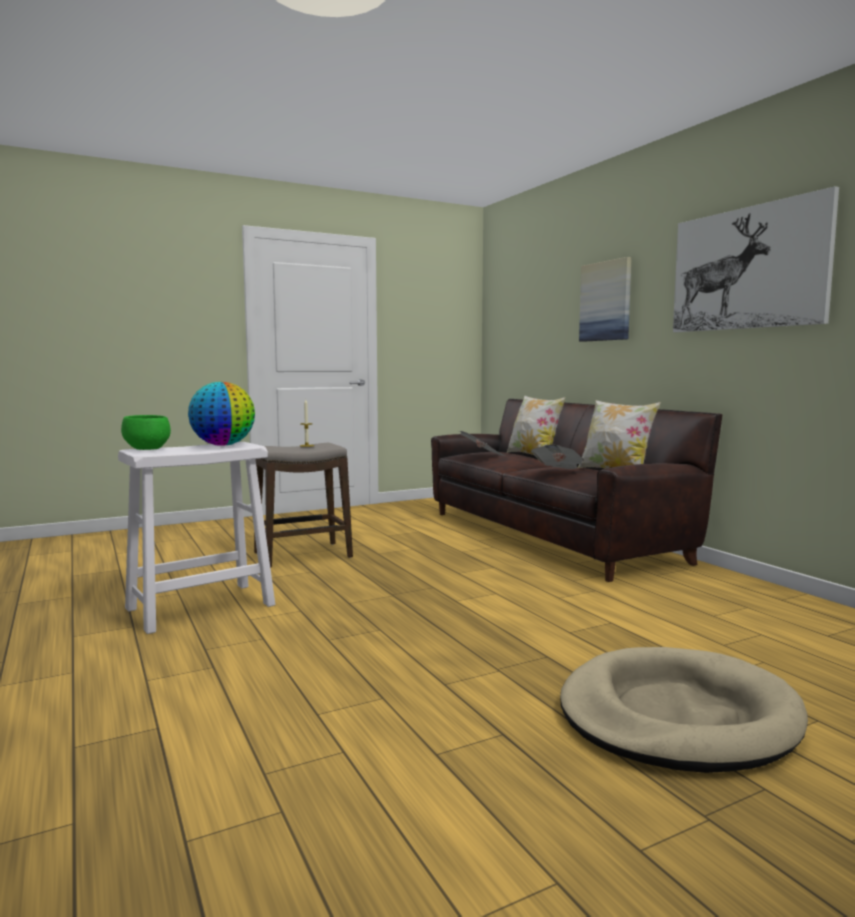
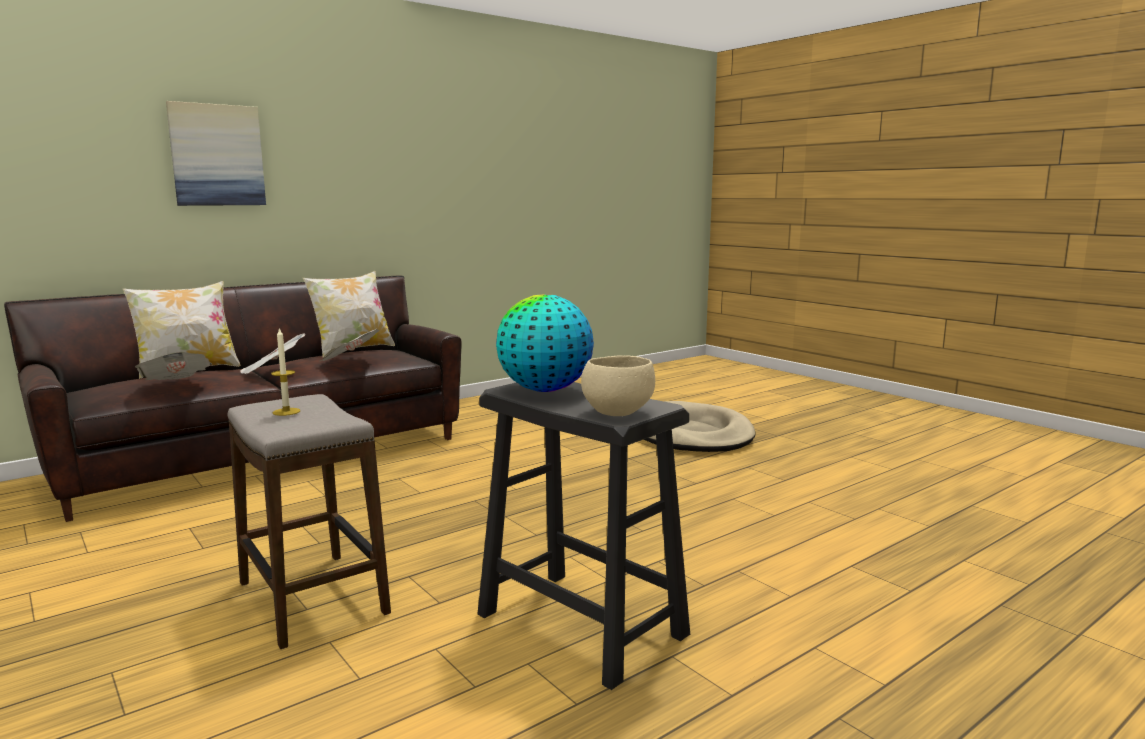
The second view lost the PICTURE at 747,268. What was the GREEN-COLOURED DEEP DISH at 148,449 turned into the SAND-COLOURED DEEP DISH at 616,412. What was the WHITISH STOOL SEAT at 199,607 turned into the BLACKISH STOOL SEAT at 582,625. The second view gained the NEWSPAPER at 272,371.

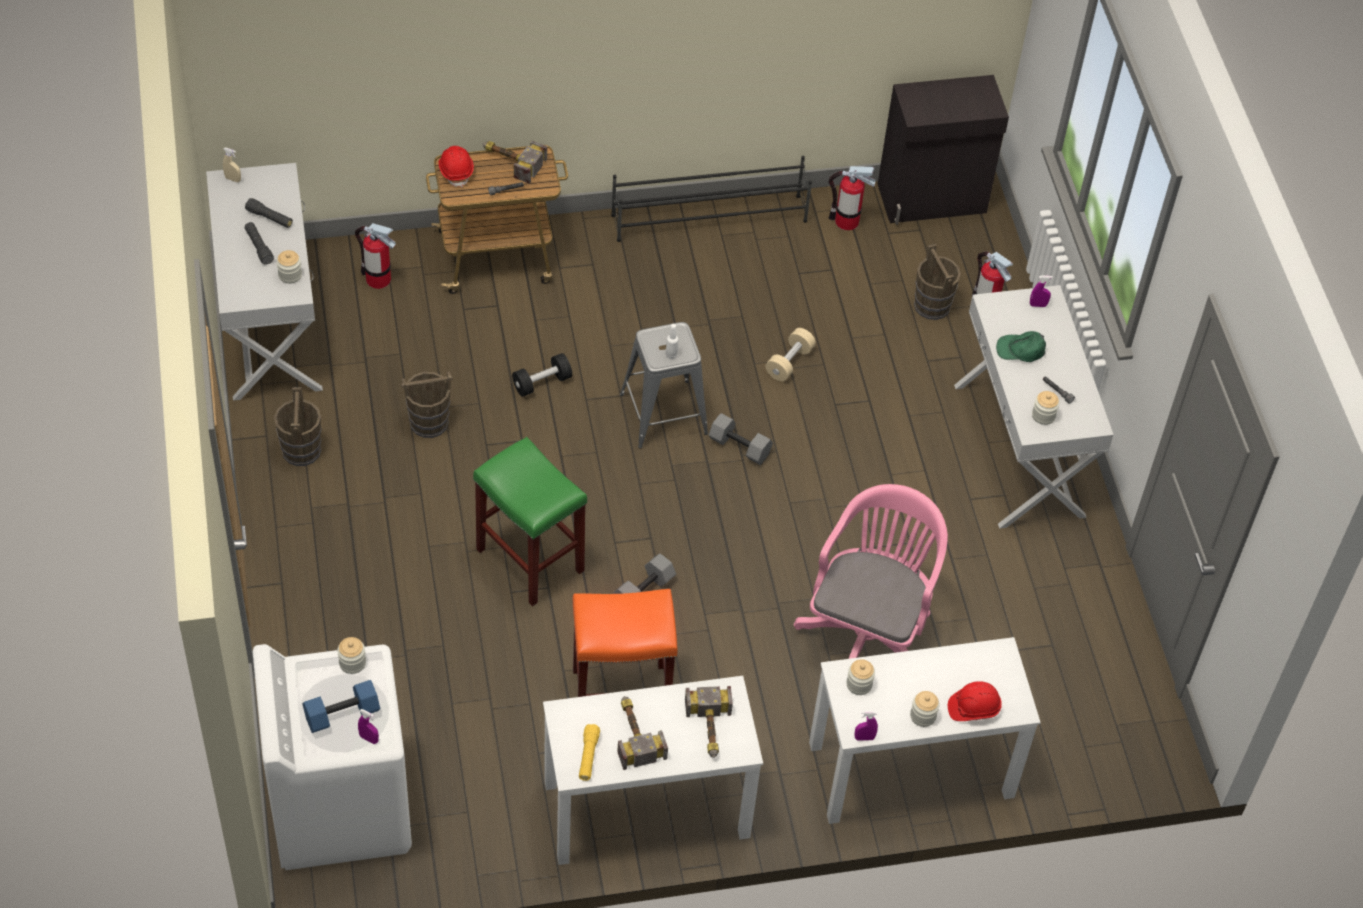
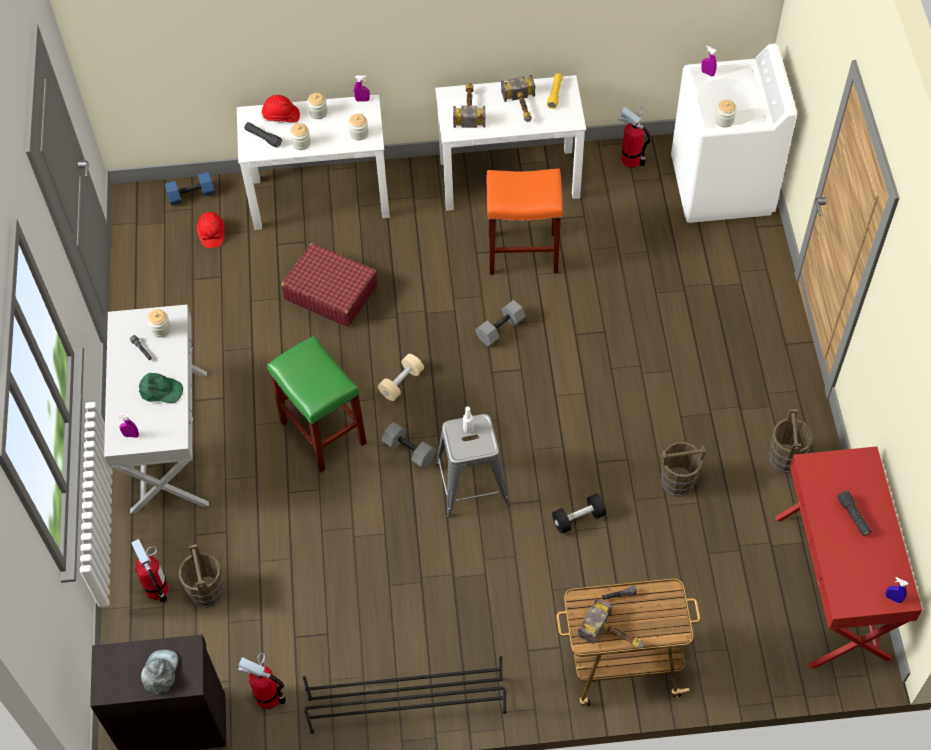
The RED SAFETY HELMET ended up elsewhere, having gone from 456,171 to 211,234. What was the SAND-COLOURED HAND SPRAYER at 233,179 turned into the BLUISH HAND SPRAYER at 893,598. What was the WHITISH CONSOLE TABLE at 269,326 turned into the RED CONSOLE TABLE at 832,586. The BLACKISH FLASHLIGHT ended up elsewhere, having gone from 269,218 to 263,138. The EXTINGUISHER ended up elsewhere, having gone from 378,279 to 631,160. The JAR ended up elsewhere, having gone from 290,275 to 301,143. The SAND-COLOURED HAND WEIGHT ended up elsewhere, having gone from 789,362 to 401,383. The GREEN-COLOURED STOOL SEAT ended up elsewhere, having gone from 531,561 to 322,432. Where the PINK-COLOURED OFFICE CHAIR stood at 868,632, the RED TRAVEL CASE came to stand at 331,292. The BLUISH HAND WEIGHT ended up elsewhere, having gone from 342,715 to 191,194. The second view gained the GREYISH PEAKED CAP at 160,672.

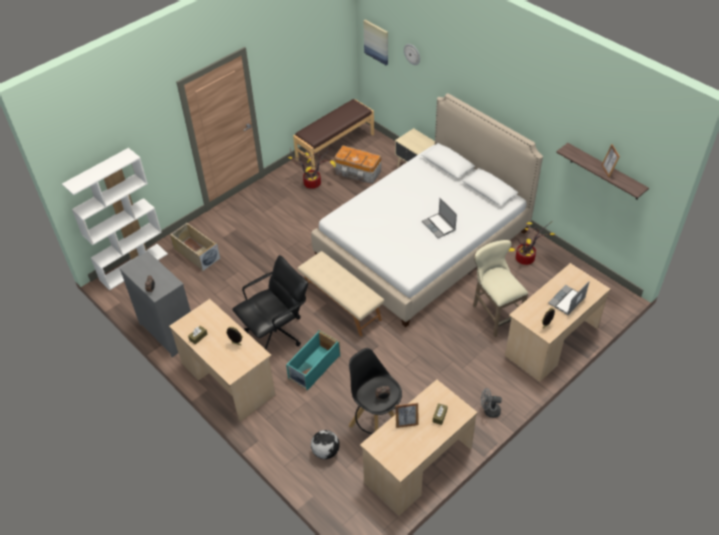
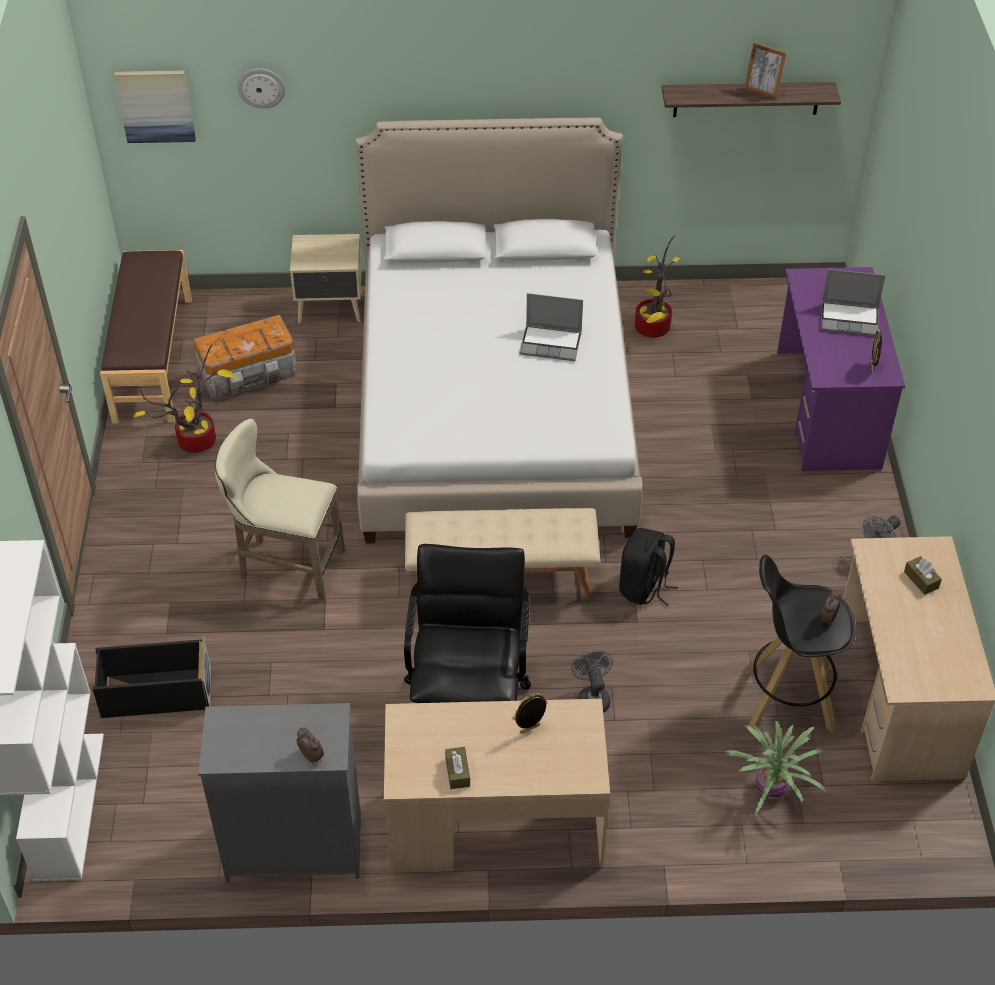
What was the SAND-COLOURED STORAGE BIN at 196,253 turned into the BLACKISH STORAGE BIN at 155,693. The SAND-COLOURED STOOL SEAT ended up elsewhere, having gone from 494,313 to 286,565. What was the SAND-COLOURED DESK at 551,342 turned into the PURPLISH DESK at 827,409. The LAPTOP at 567,301 ended up facing another way, 75 degrees counterclockwise from before. Where the BLUE-GREEN STORAGE BIN stood at 314,367, the GREYISH ELECTRIC FAN came to stand at 592,697. The second view lost the PICTURE FRAME at 406,423. Where the DESK GLOBE stood at 325,451, the HOUSEPLANT came to stand at 769,790. The second view gained the BLACKISH BACKPACK at 644,587.

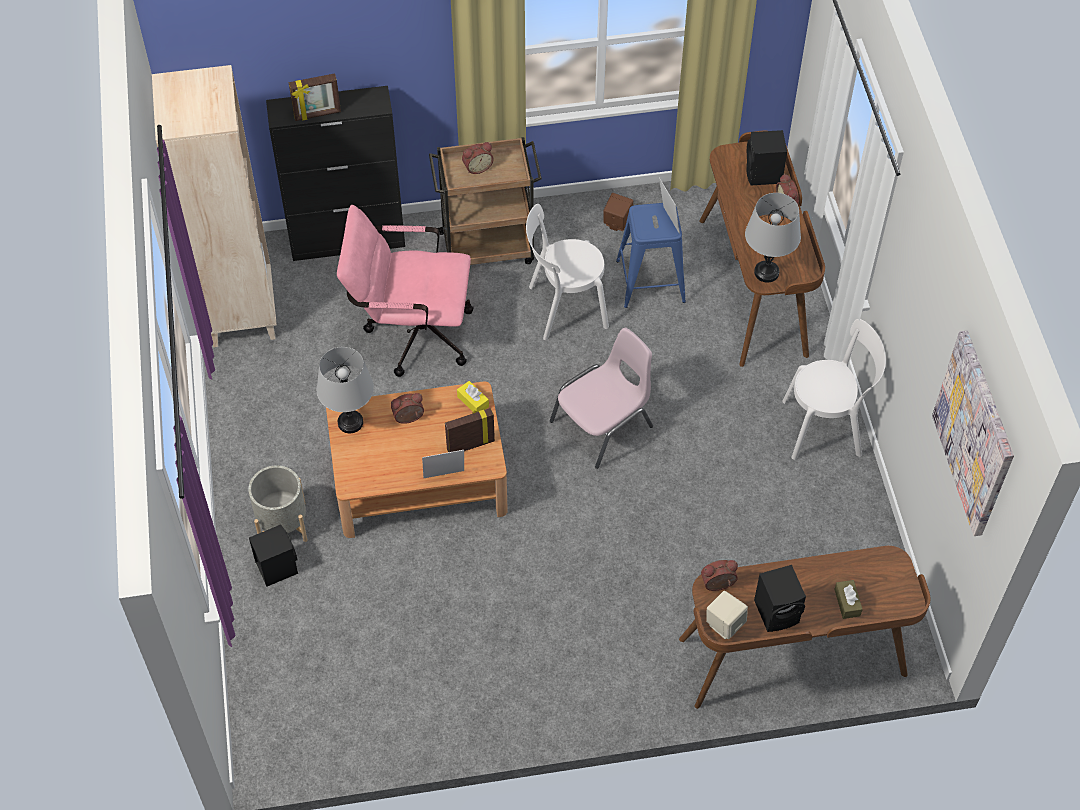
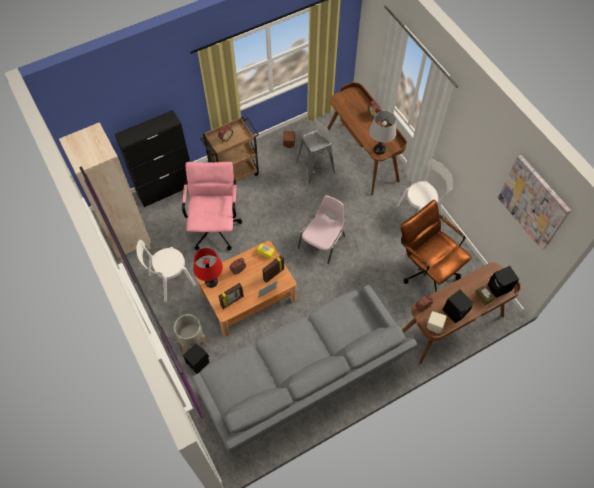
The PICTURE FRAME ended up elsewhere, having gone from 317,114 to 232,301. The BLACKISH LOUDSPEAKER ended up elsewhere, having gone from 763,175 to 499,288. What was the BLUISH STOOL SEAT at 650,281 turned into the GREYISH STOOL SEAT at 315,167. The WHITISH UPRIGHT CHAIR ended up elsewhere, having gone from 564,307 to 169,281. The PINK-COLOURED OFFICE CHAIR at 411,333 ended up facing another way, 105 degrees clockwise from before. What was the GREYISH TABLETOP LAMP at 350,422 turned into the RED TABLETOP LAMP at 211,281. The second view gained the BROWN OFFICE CHAIR at 426,268. The second view gained the GREYISH SOFA at 301,379.

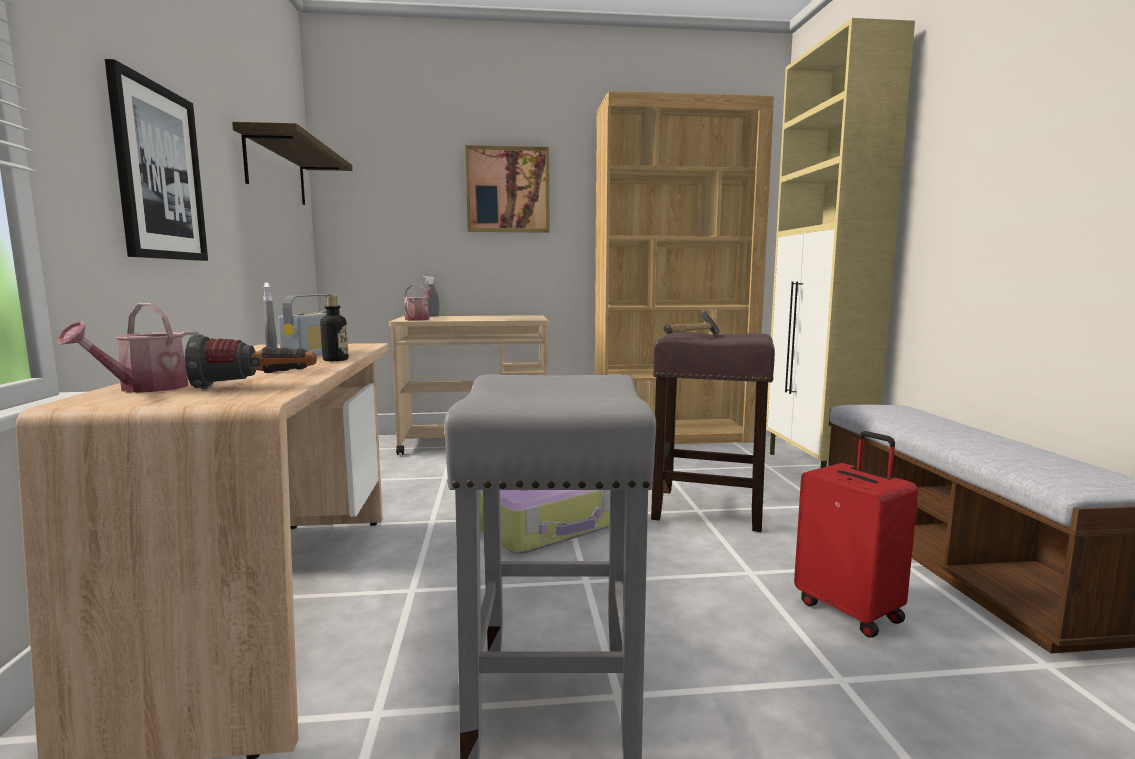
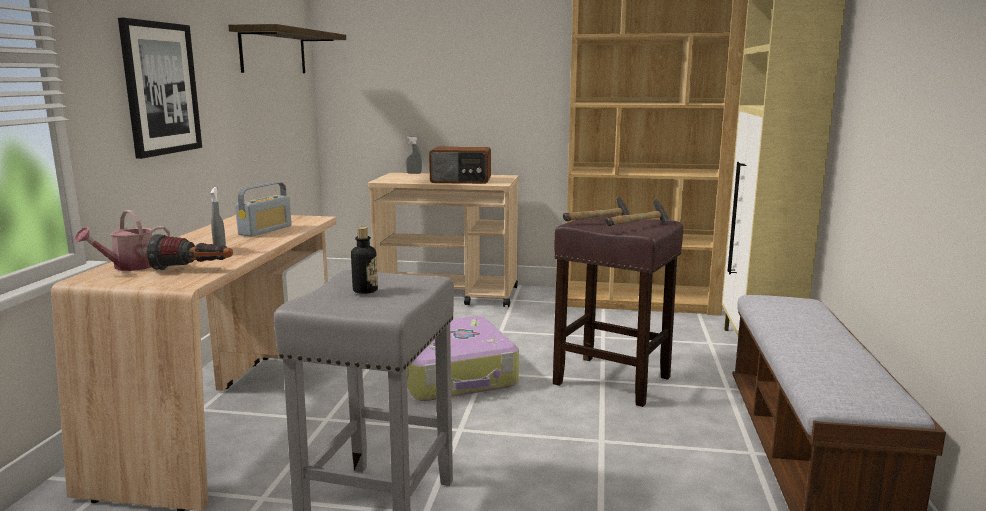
The second view lost the PICTURE at 508,190. The second view lost the WATERING POT at 419,319. The BEVERAGE BOTTLE ended up elsewhere, having gone from 335,360 to 365,290. The second view lost the RED TRAVEL CASE at 850,610. The second view gained the RADIO SET at 461,181. The second view gained the HAMMER at 638,226.

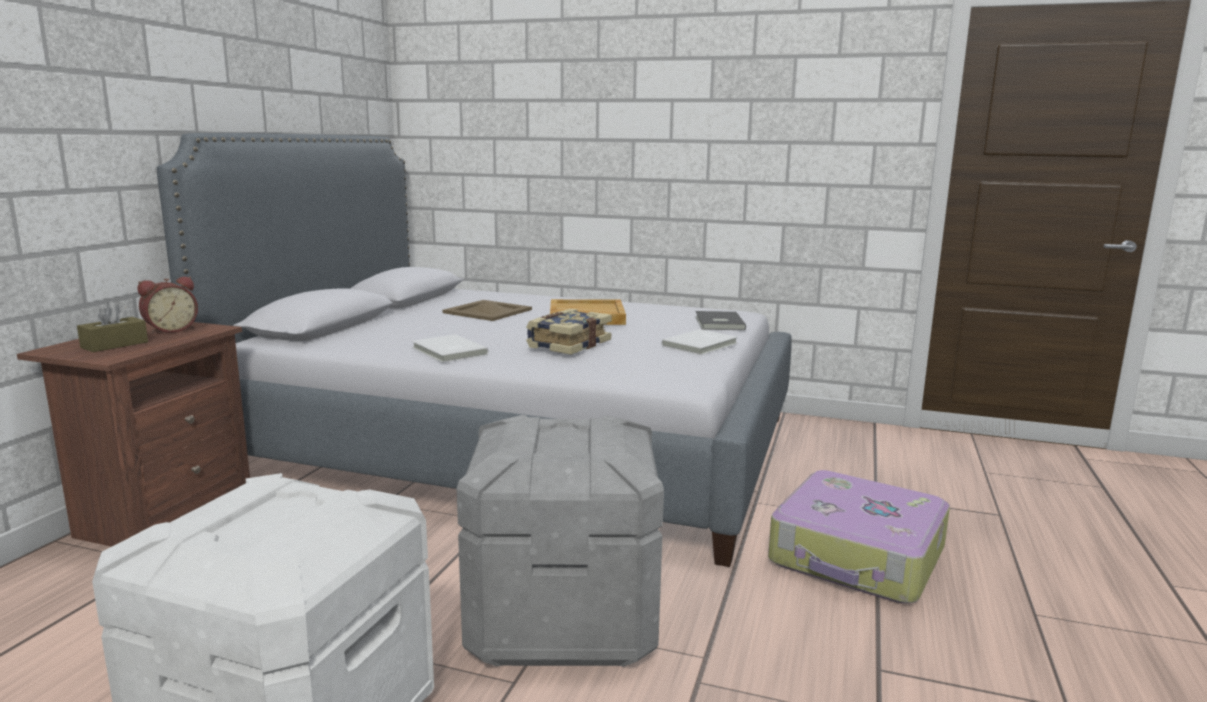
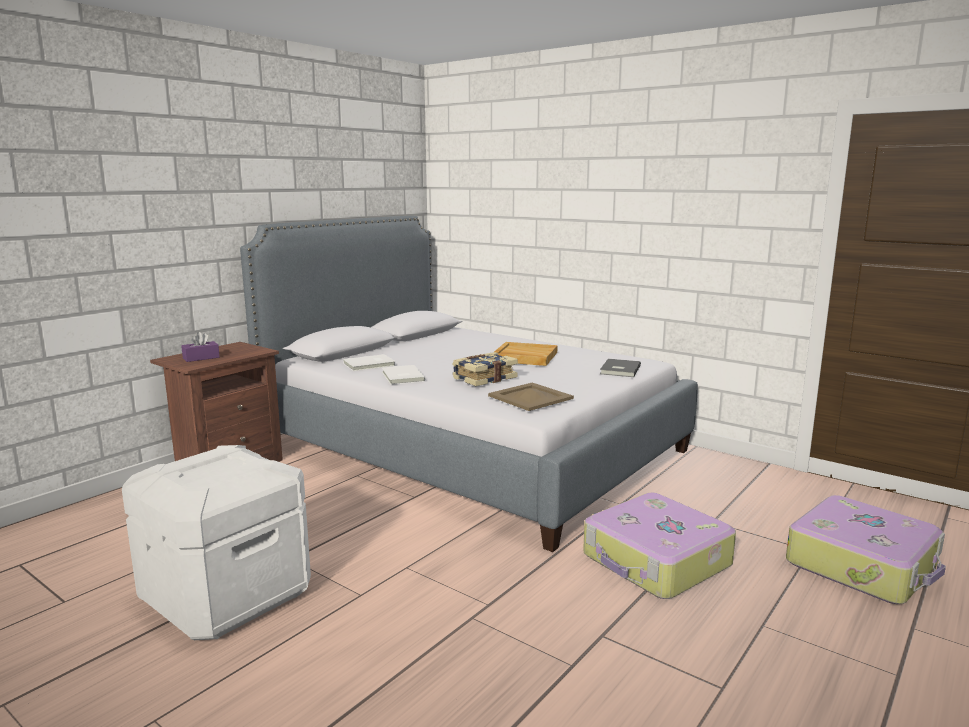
The second view lost the BEDSIDE CLOCK at 170,330. The SAND-COLOURED CARRYING TRAY ended up elsewhere, having gone from 488,311 to 530,397. What was the BROWN BOX OF TISSUES at 114,345 turned into the PURPLISH BOX OF TISSUES at 201,358. The WHITISH BOUND BOOK ended up elsewhere, having gone from 702,345 to 370,364. The second view lost the GREYISH STORAGE BIN at 561,617. The second view gained the TRAVEL CASE at 862,564.

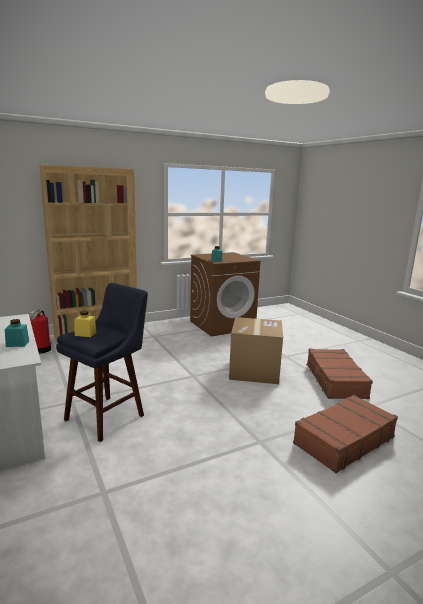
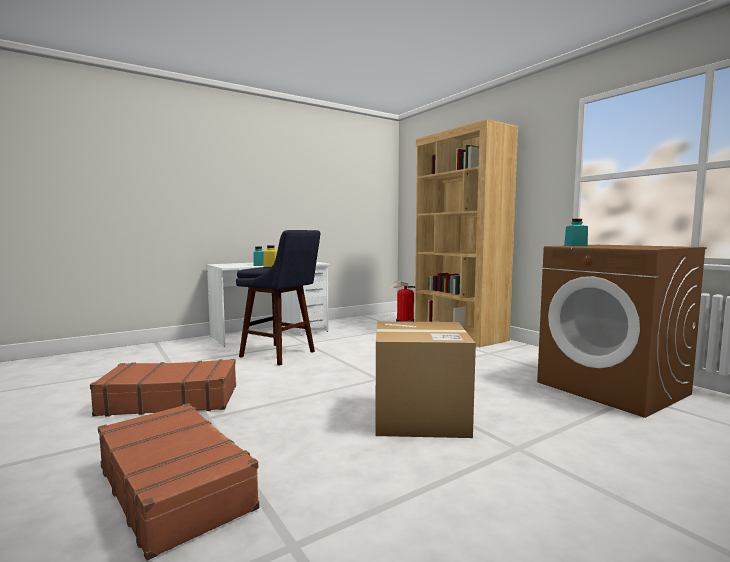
The BROWN TRAVEL CASE ended up elsewhere, having gone from 334,381 to 170,400.

